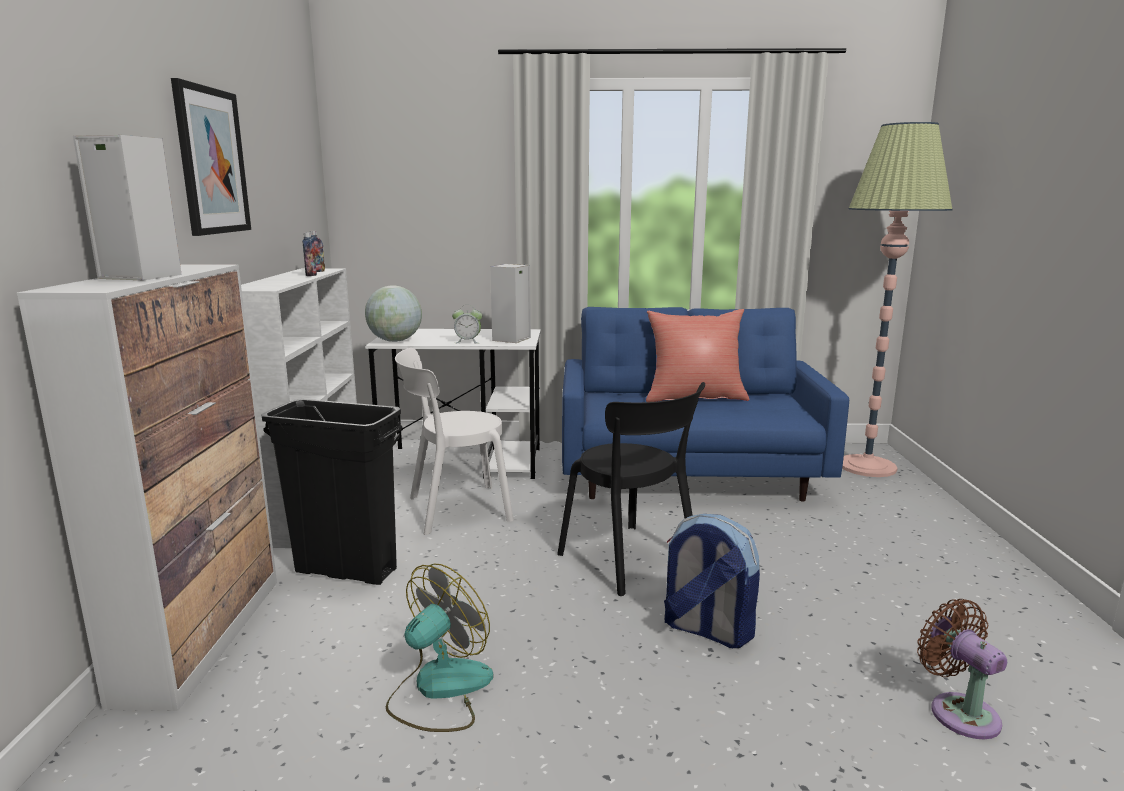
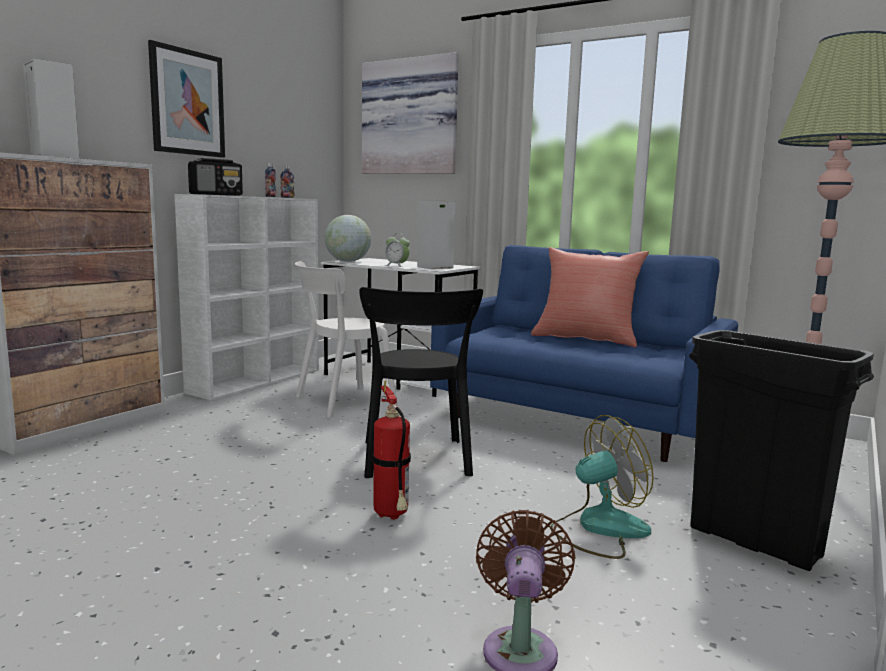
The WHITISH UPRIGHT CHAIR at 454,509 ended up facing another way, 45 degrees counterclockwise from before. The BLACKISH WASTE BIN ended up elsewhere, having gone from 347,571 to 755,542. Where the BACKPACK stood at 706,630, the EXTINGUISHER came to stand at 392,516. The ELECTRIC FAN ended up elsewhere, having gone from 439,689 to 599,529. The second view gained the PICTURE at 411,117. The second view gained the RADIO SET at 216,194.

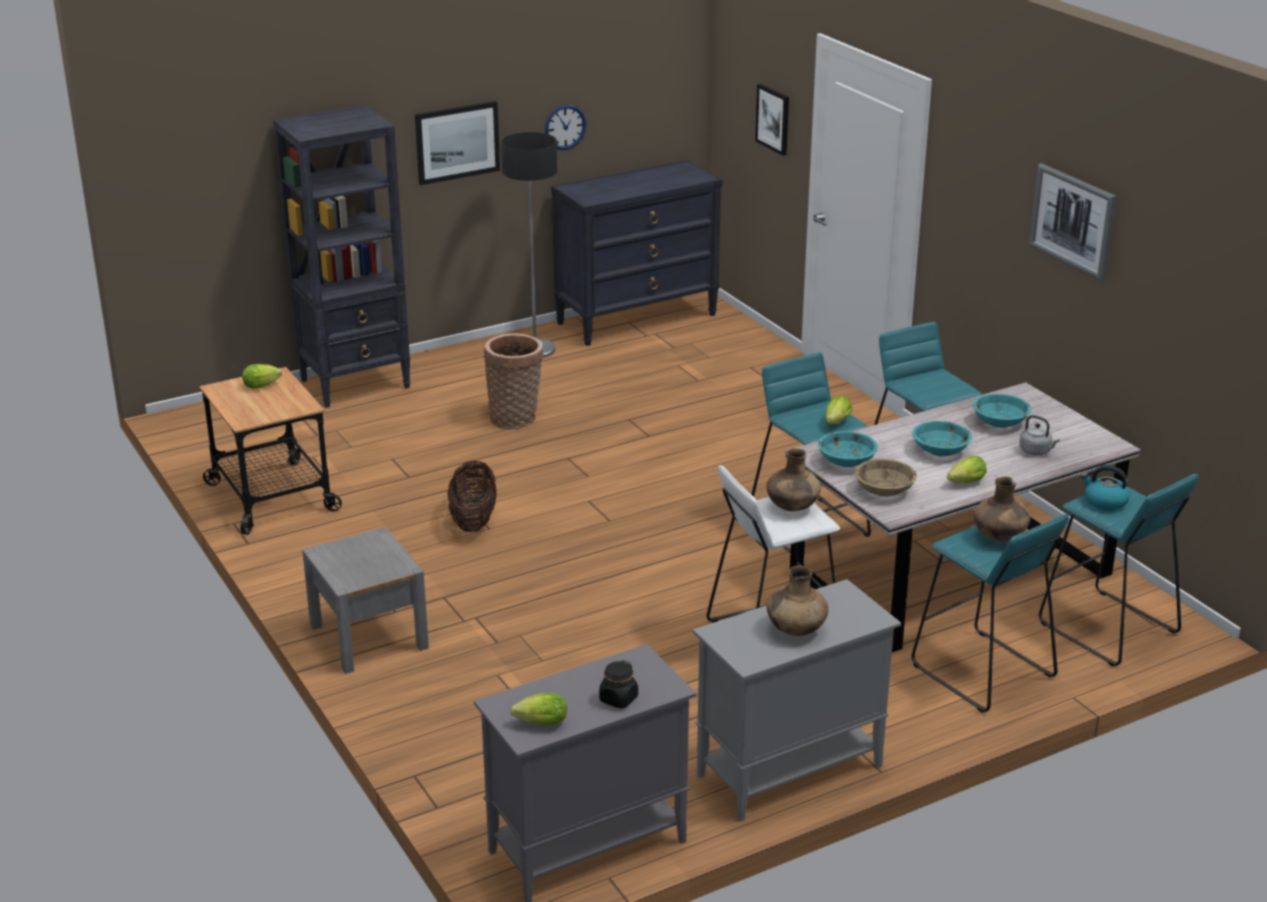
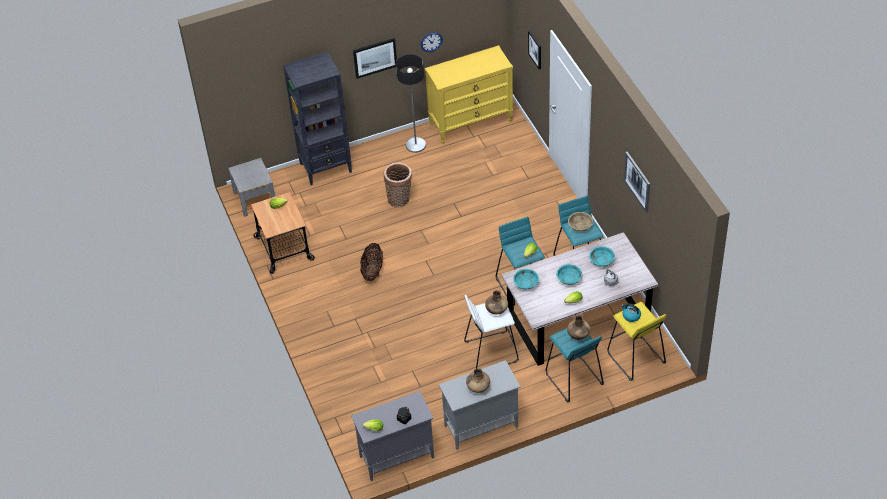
What was the BLACKISH DRAWER CHEST at 637,318 turned into the YELLOWISH DRAWER CHEST at 471,122. The SAND-COLOURED DEEP DISH ended up elsewhere, having gone from 884,490 to 580,226. What was the BLUE-GREEN STOOL SEAT at 1108,629 turned into the YELLOWISH STOOL SEAT at 635,358. The GREYISH NIGHTSTAND ended up elsewhere, having gone from 368,636 to 255,199.

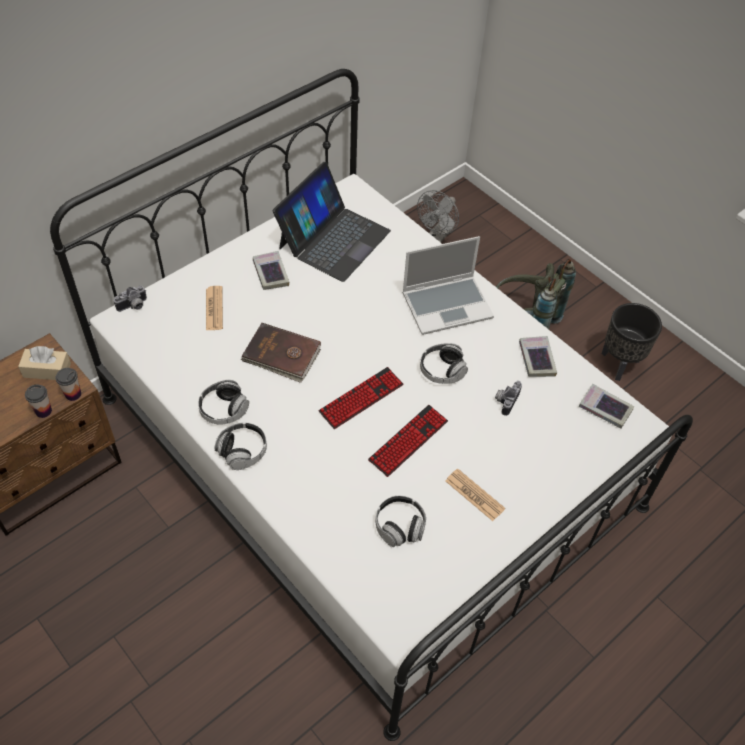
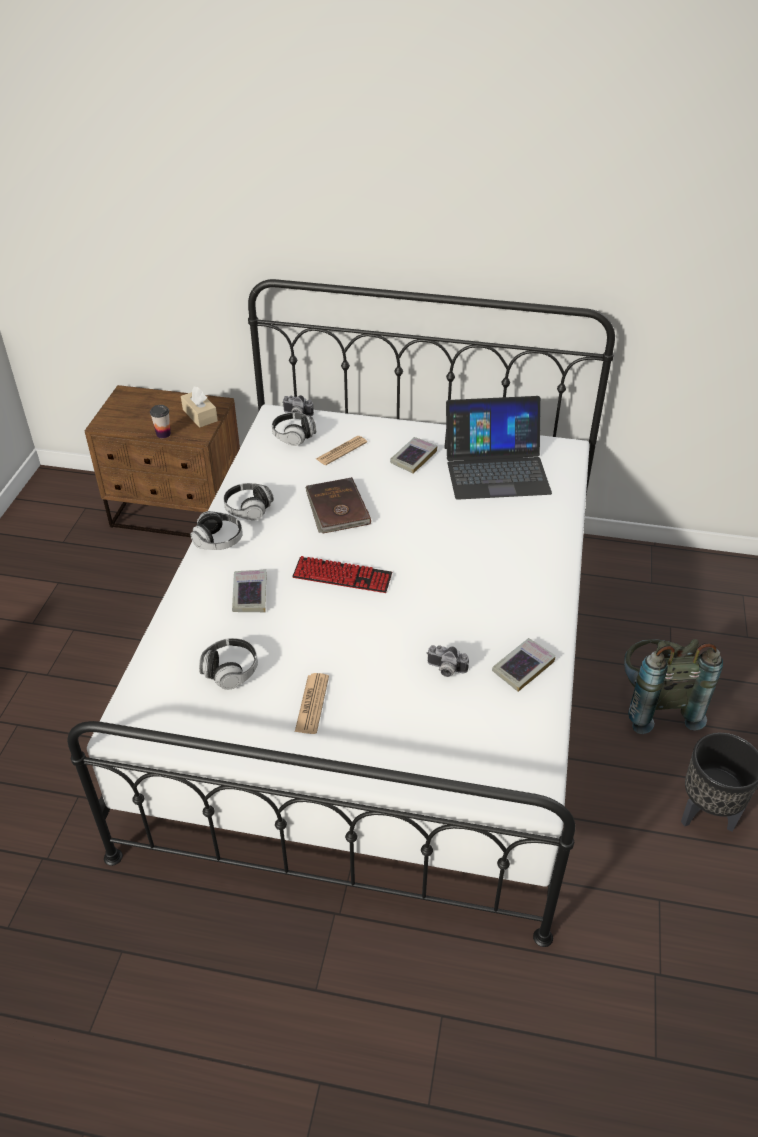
The second view lost the GREYISH ELECTRIC FAN at 437,236. The second view lost the LAPTOP at 447,305. The HEADPHONES ended up elsewhere, having gone from 442,370 to 294,436. The second view lost the DRINKING CUP at 73,394. The STILL CAMERA at 505,400 ended up facing another way, 150 degrees counterclockwise from before. The BOUND BOOK ended up elsewhere, having gone from 605,409 to 249,594. The second view lost the KEYBOARD at 408,441.

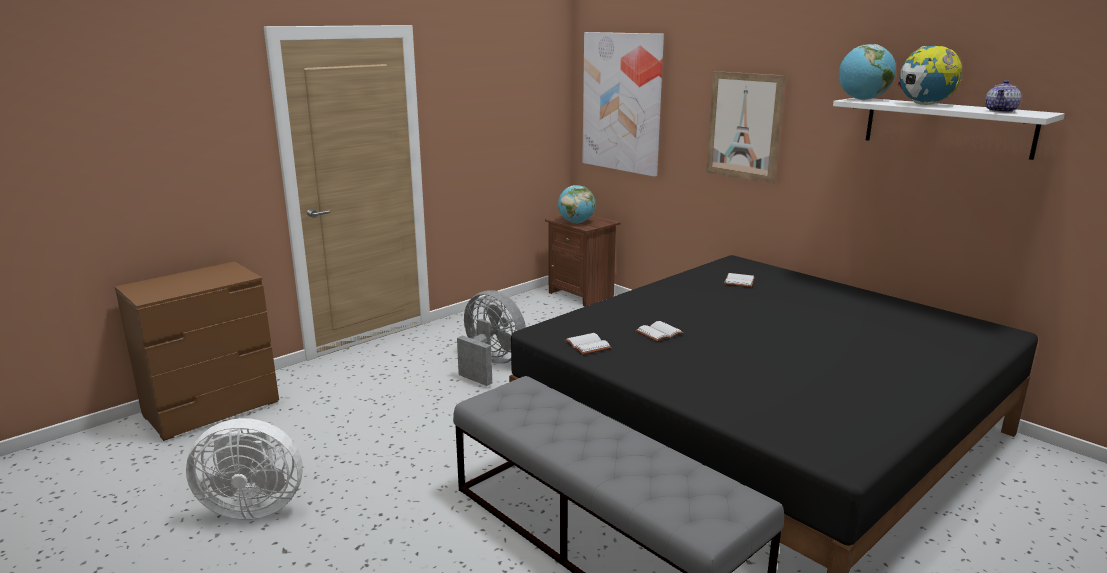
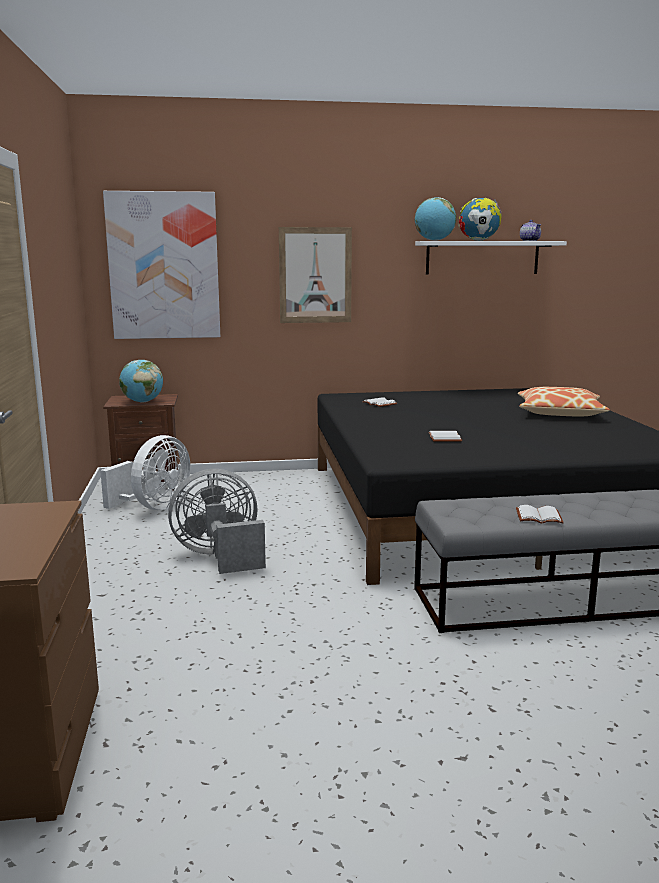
The WHITISH BOUND BOOK ended up elsewhere, having gone from 586,345 to 538,517. The WHITISH ELECTRIC FAN ended up elsewhere, having gone from 252,507 to 154,507. The second view gained the CUSHION at 559,413.

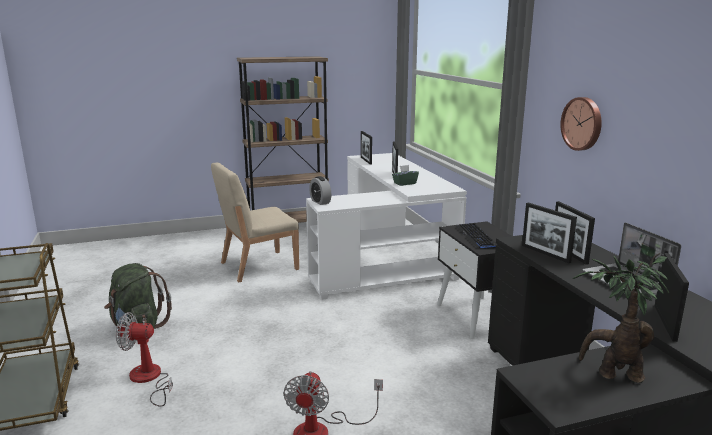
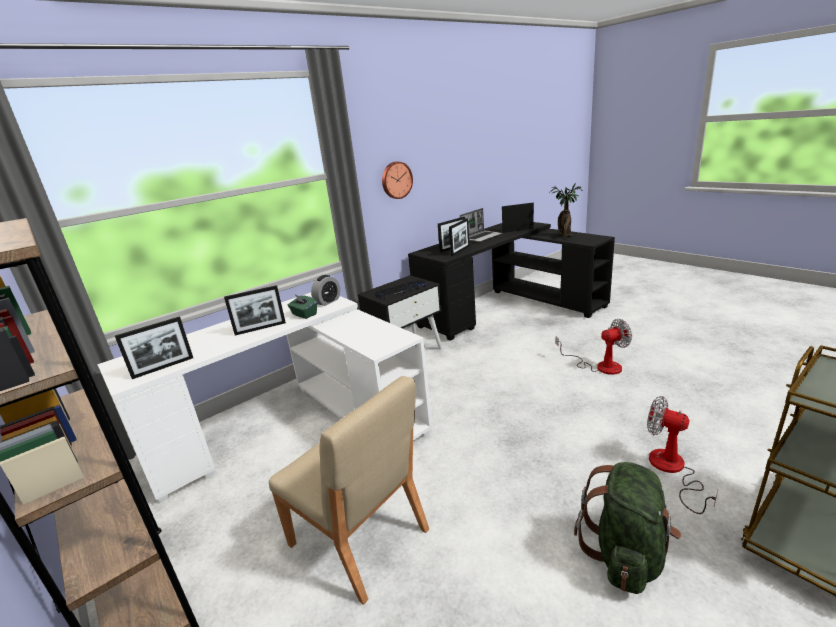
The BEDSIDE CLOCK ended up elsewhere, having gone from 320,202 to 328,301. The ELECTRIC FAN at 149,379 ended up facing another way, 150 degrees clockwise from before.

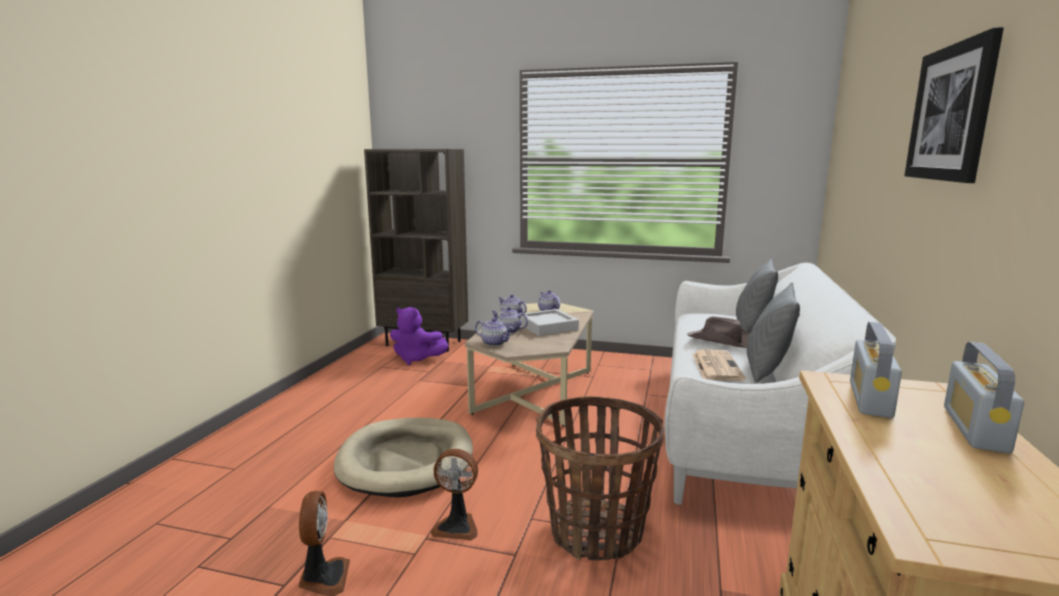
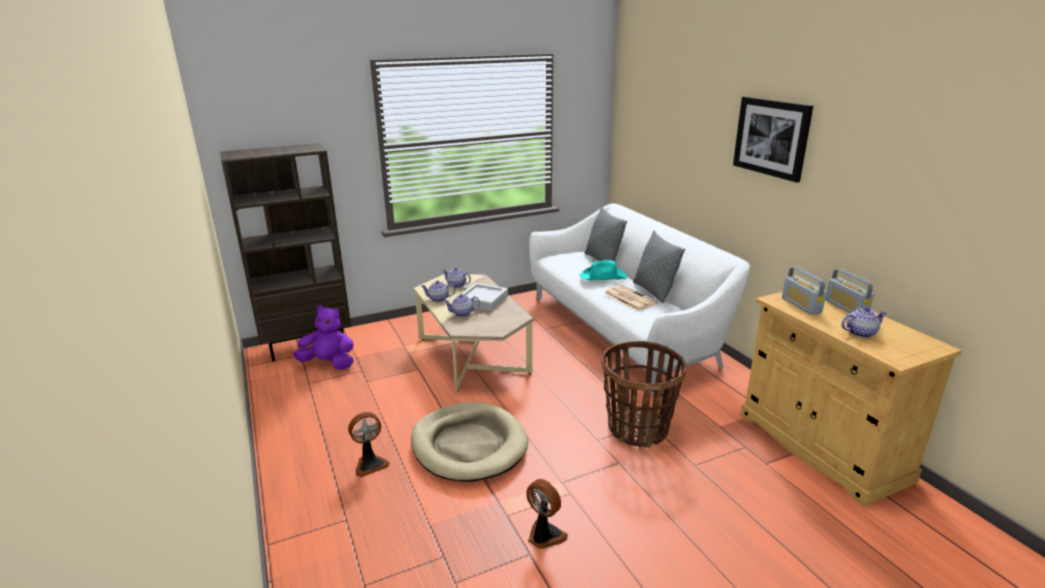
The PURPLISH SOFT TOY at 416,359 ended up facing another way, 150 degrees counterclockwise from before. What was the BROWN CLOTHING HAT at 721,340 turned into the BLUE-GREEN CLOTHING HAT at 603,277. The TEAPOT ended up elsewhere, having gone from 494,343 to 860,333. The ELECTRIC FAN ended up elsewhere, having gone from 457,526 to 370,464.

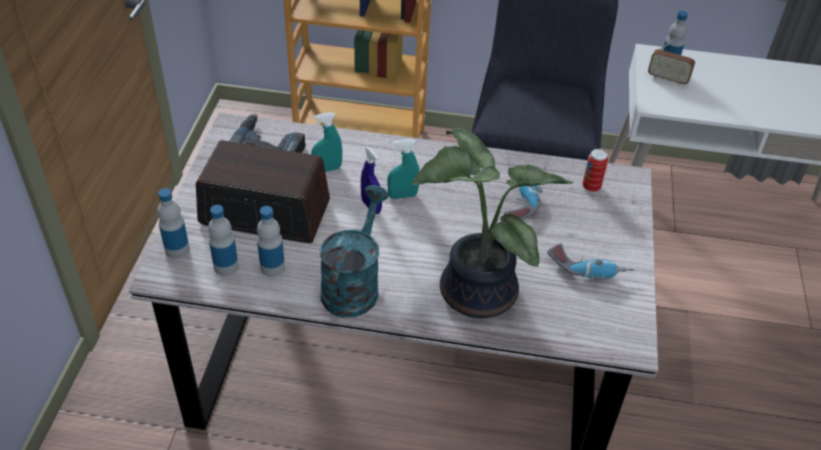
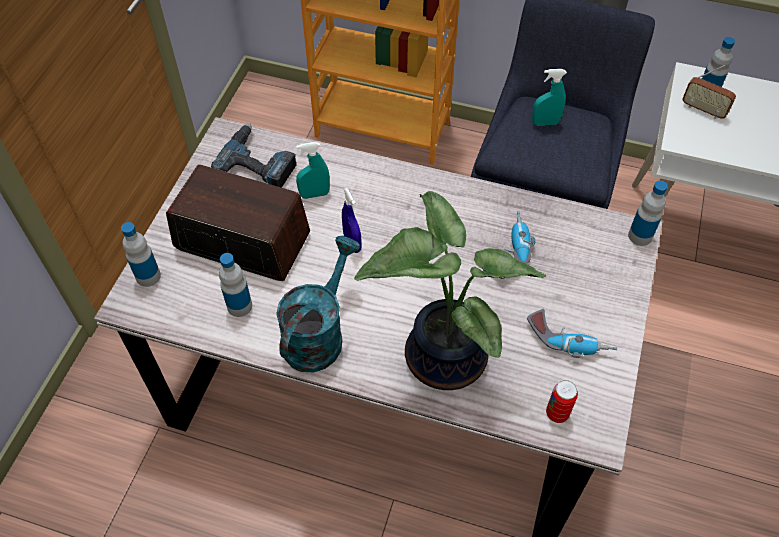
The BLUE-GREEN HAND SPRAYER ended up elsewhere, having gone from 402,195 to 545,122. The SEALED CAN ended up elsewhere, having gone from 591,187 to 557,413. The BEVERAGE BOTTLE ended up elsewhere, having gone from 226,266 to 640,236.

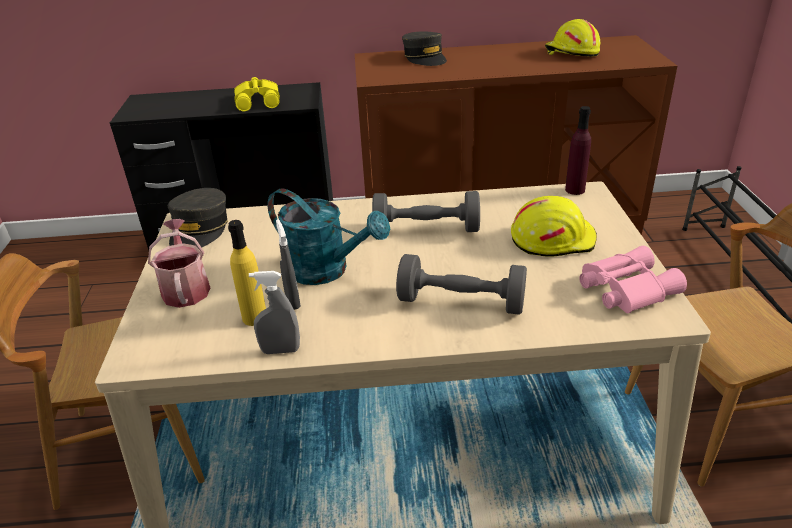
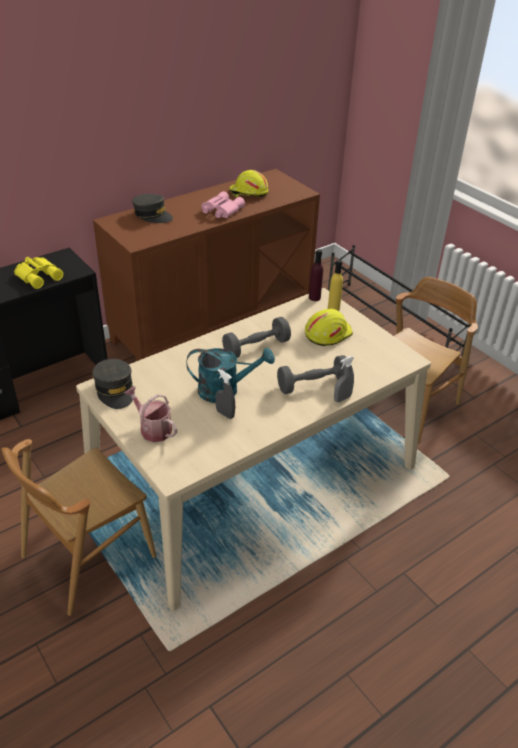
The YELLOWISH BEVERAGE BOTTLE ended up elsewhere, having gone from 255,317 to 333,308. The PINK-COLOURED PAIR OF BINOCULARS ended up elsewhere, having gone from 624,288 to 221,210. The GREYISH HAND SPRAYER ended up elsewhere, having gone from 280,350 to 342,398.

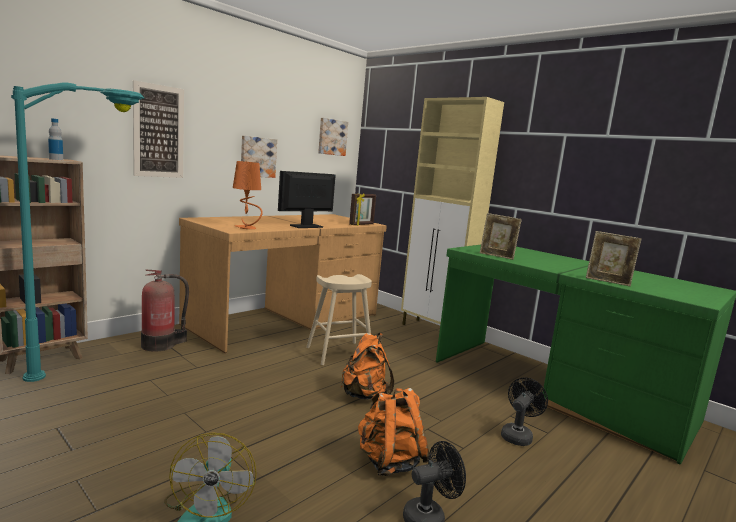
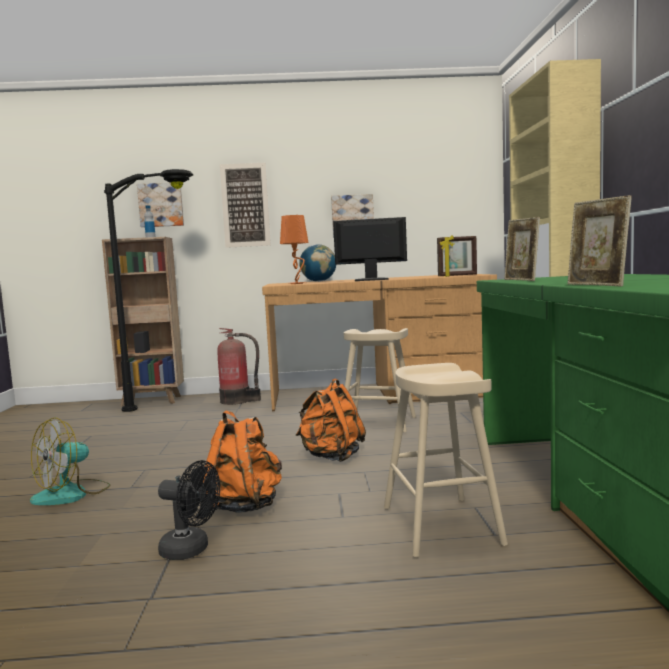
What was the BLUE-GREEN STANDARD LAMP at 101,365 turned into the BLACKISH STANDARD LAMP at 176,408. The PICTURE ended up elsewhere, having gone from 332,137 to 161,205. Where the BLACKISH ELECTRIC FAN stood at 518,435, the SAND-COLOURED STOOL SEAT came to stand at 441,525. The second view gained the DESK GLOBE at 318,281.

